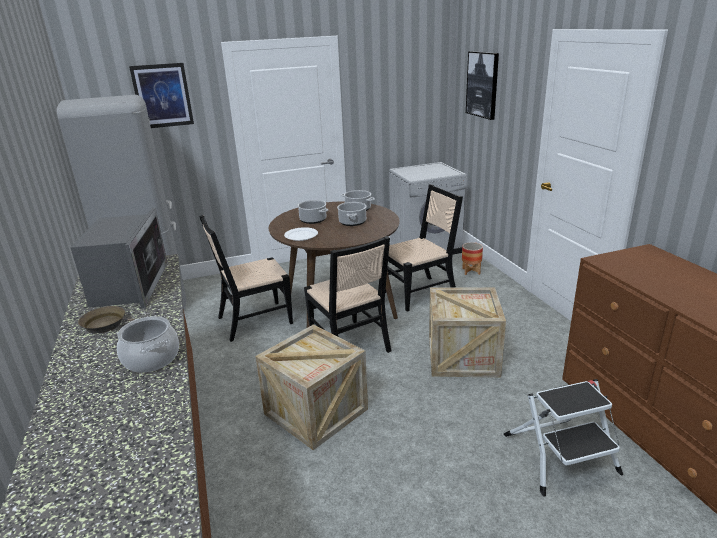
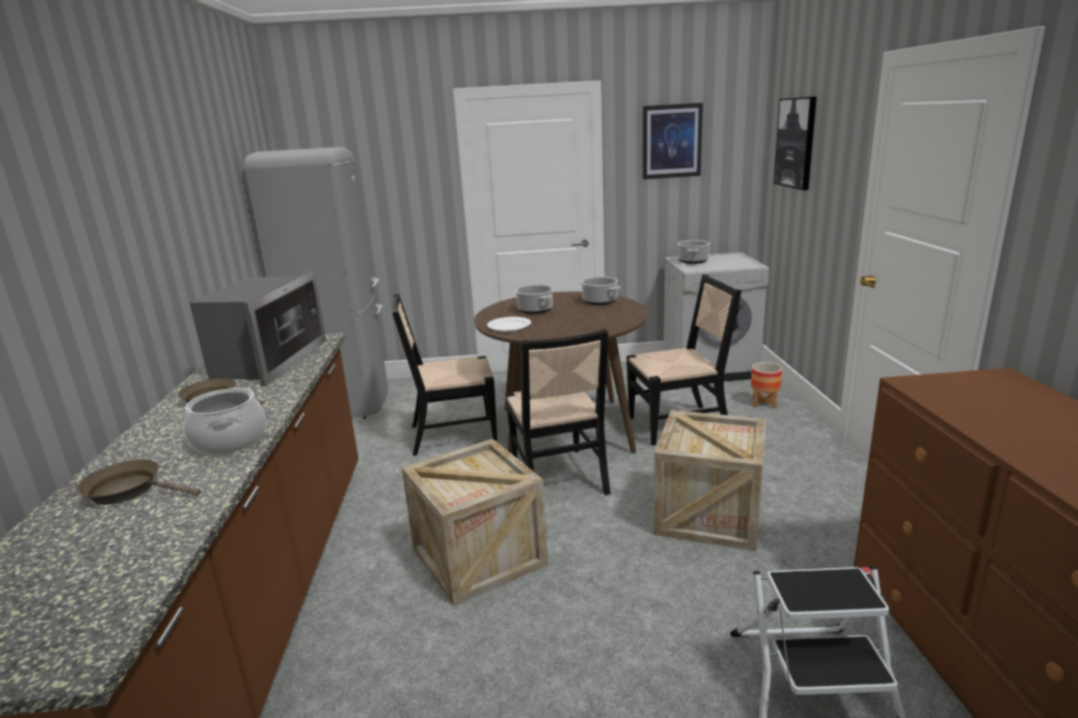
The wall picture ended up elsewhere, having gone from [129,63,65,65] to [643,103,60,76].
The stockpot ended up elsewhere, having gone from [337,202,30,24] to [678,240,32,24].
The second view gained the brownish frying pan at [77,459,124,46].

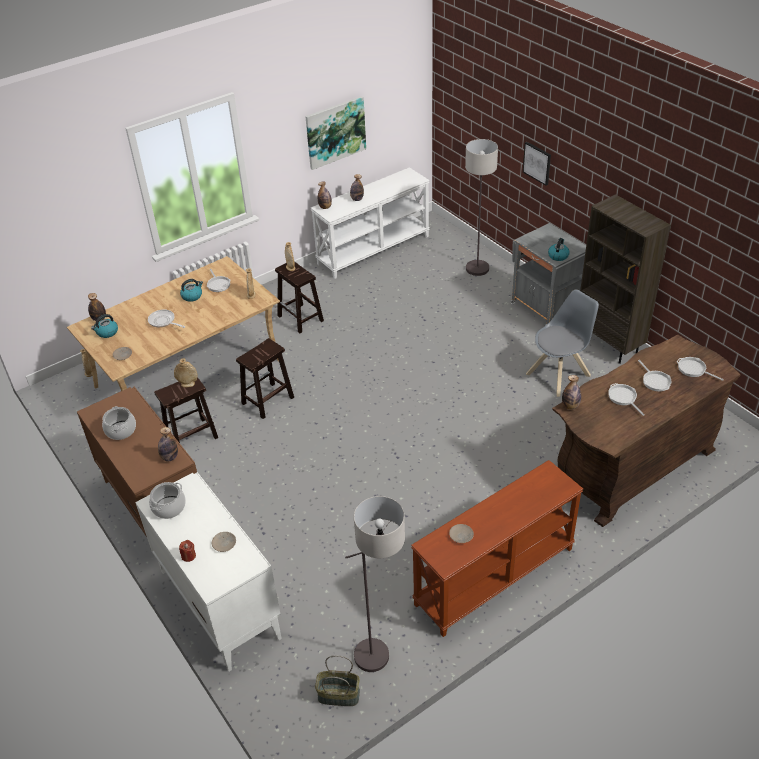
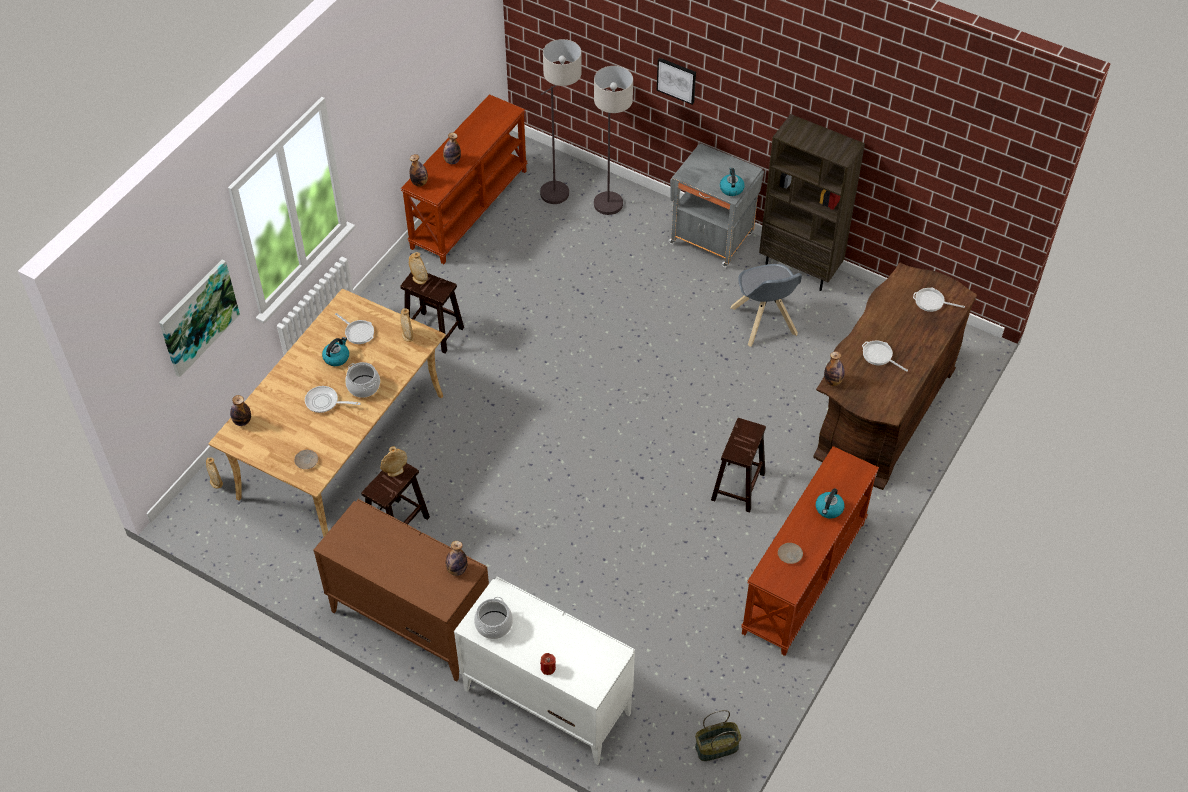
The wall picture ended up elsewhere, having gone from [305,96,61,74] to [159,260,81,117].
What was the white hall table at [311,167,119,112] turned into the brownish hall table at [401,94,126,170].
The gray upright chair at [526,290,73,107] ended up facing another way, 135 degrees clockwise from before.
The water kettle ended up elsewhere, having gone from [91,314,27,24] to [816,488,28,31].
The brownish sitting stool ended up elsewhere, having gone from [236,338,58,81] to [711,418,55,94].
The second view lost the frying pan at [638,360,34,31].
The stockpot ended up elsewhere, having gone from [102,406,34,34] to [345,362,35,36].
The gray standing lamp ended up elsewhere, having gone from [345,496,60,176] to [540,39,42,165].
The second view lost the beige flat dish at [212,532,24,20].

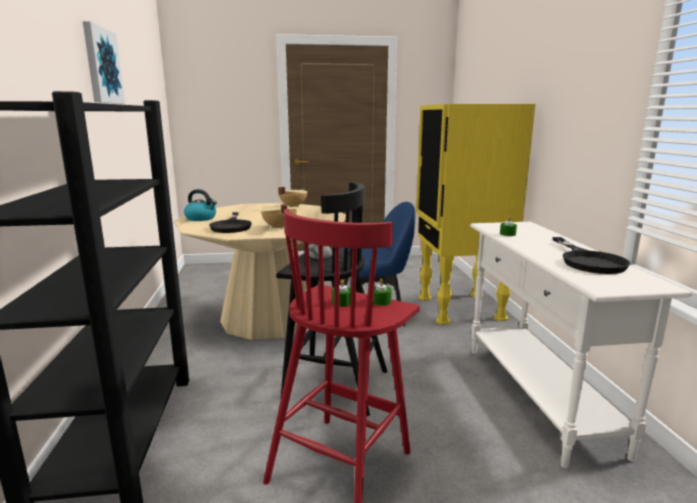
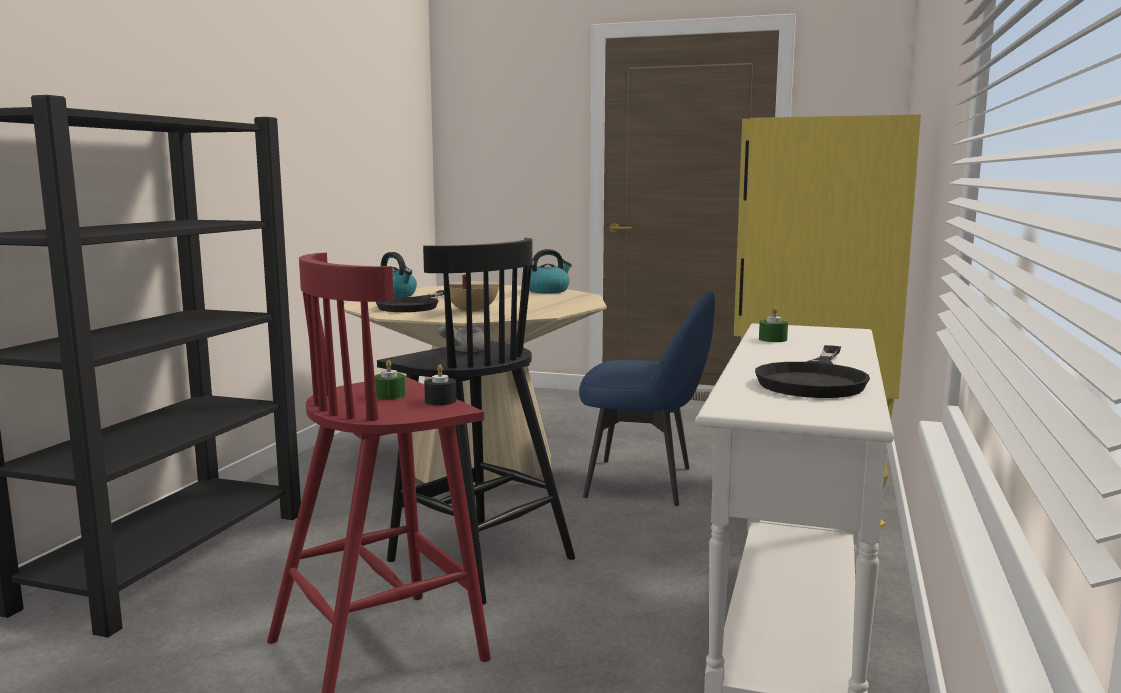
The second view lost the wall picture at [83,21,42,83].
Where the beige stockpot stood at [278,187,29,20], the water kettle came to stand at [529,249,43,45].
What was the green-coloured candle at [373,278,19,28] turned into the black candle at [424,364,32,41].

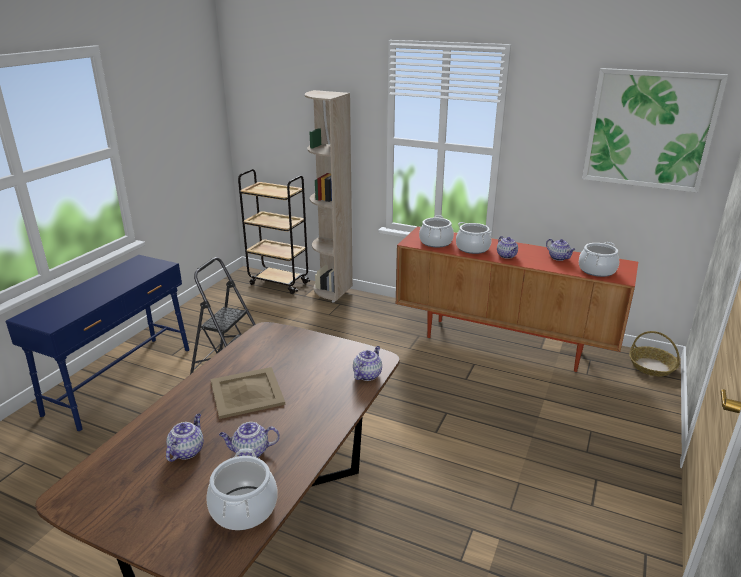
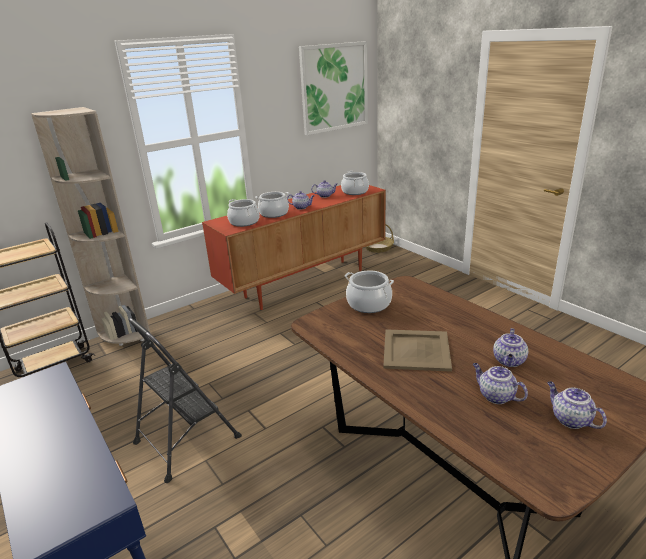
The pot for tea ended up elsewhere, having gone from [353,346,29,35] to [547,381,60,48].
The stockpot ended up elsewhere, having gone from [206,448,72,82] to [345,271,49,42].

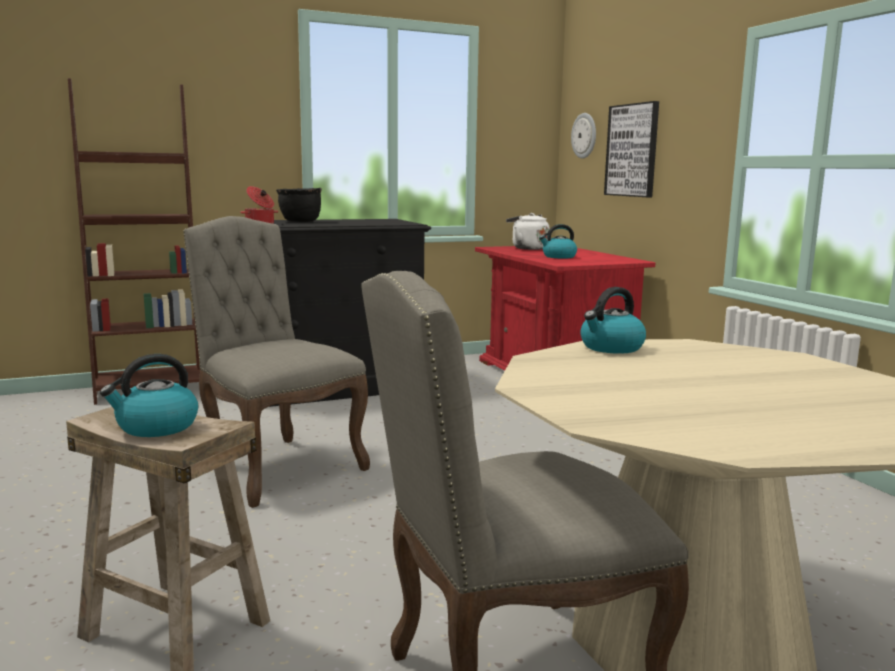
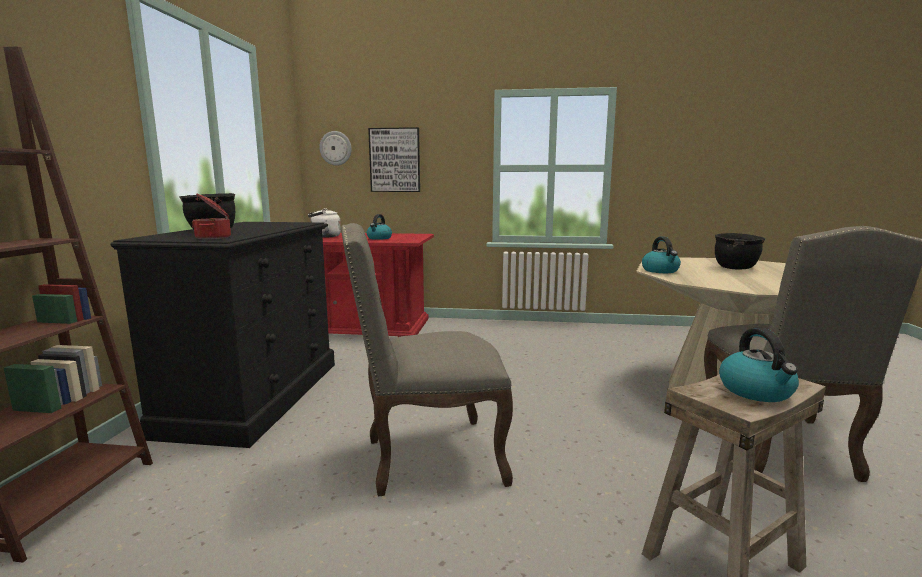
The second view gained the black stockpot at [715,233,50,36].

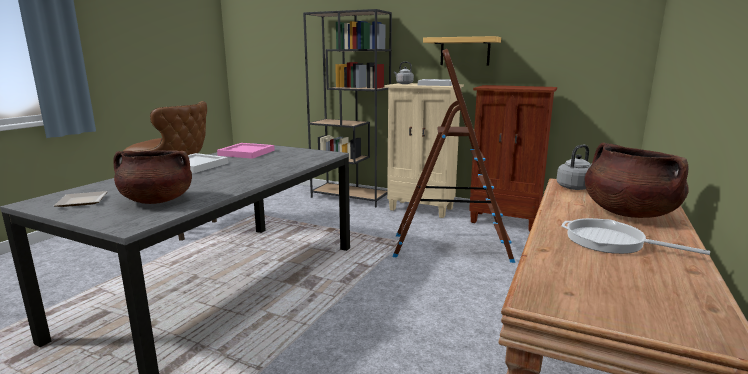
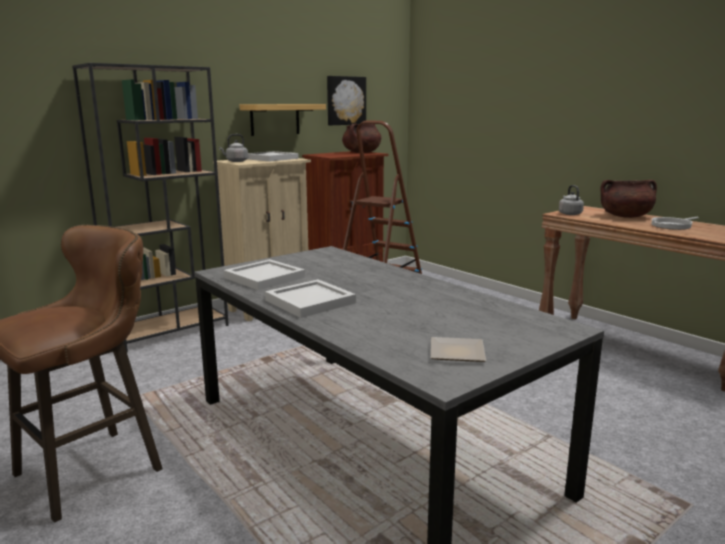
What was the pinkish tray at [217,143,58,16] turned into the white tray at [224,259,81,31].
The brownish stockpot ended up elsewhere, having gone from [114,150,78,54] to [342,124,39,29].
The second view gained the wall picture at [327,76,39,49].

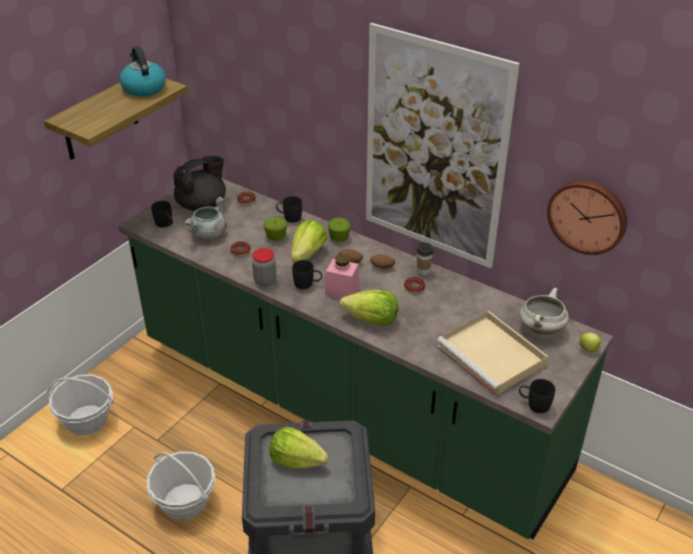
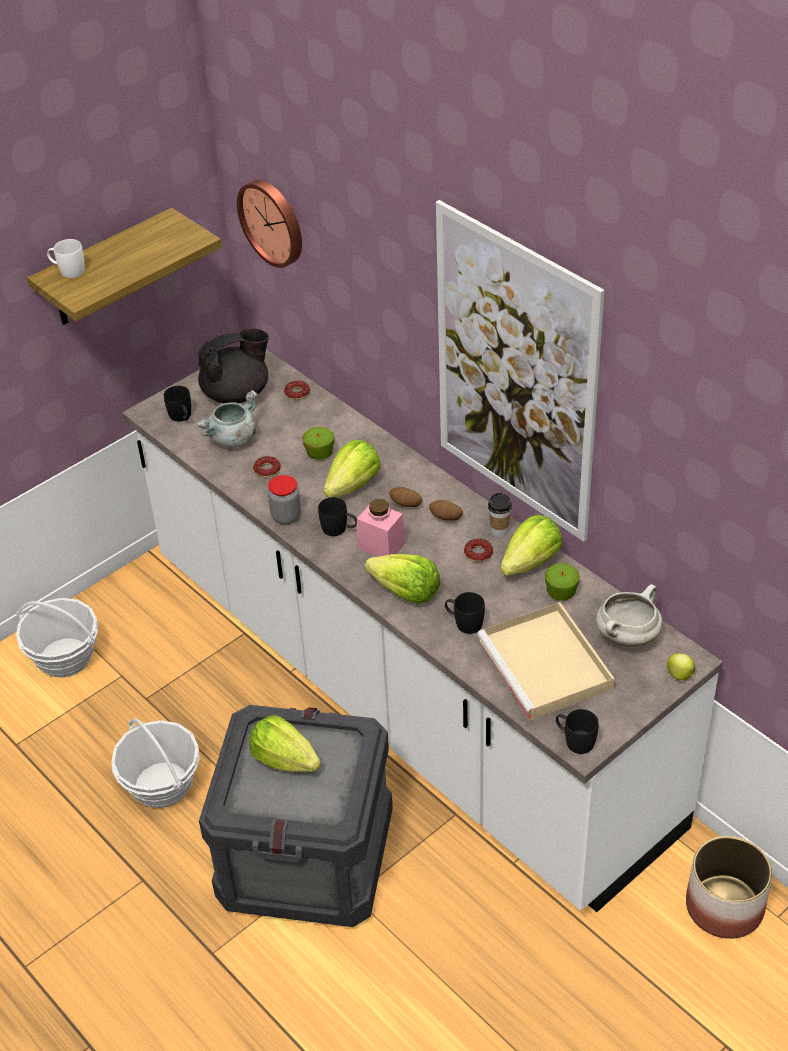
The second view lost the water kettle at [119,46,47,51].
What was the green-coloured kitchen counter at [118,178,495,361] turned into the white kitchen counter at [122,349,601,563].
The wall clock ended up elsewhere, having gone from [547,180,80,75] to [237,180,65,88].
The black mug ended up elsewhere, having gone from [276,196,26,27] to [445,592,40,42].
The apple fruit ended up elsewhere, having gone from [328,218,23,24] to [545,563,34,38].
The second view gained the white mug at [47,239,37,39].
The second view gained the head of lettuce at [500,515,62,61].
The second view gained the flower pot at [686,836,86,103].

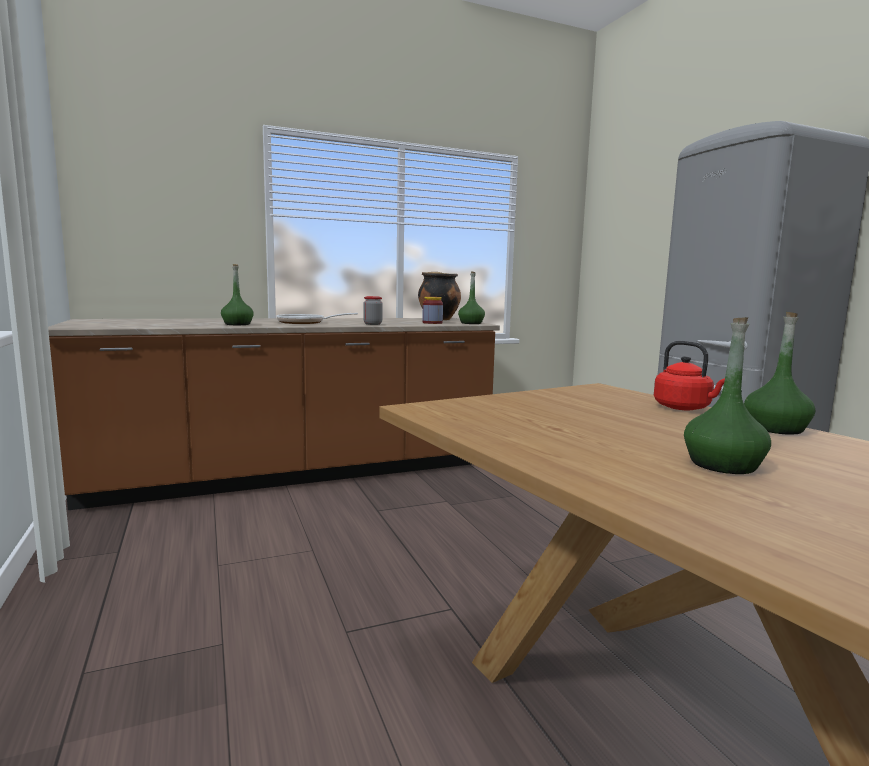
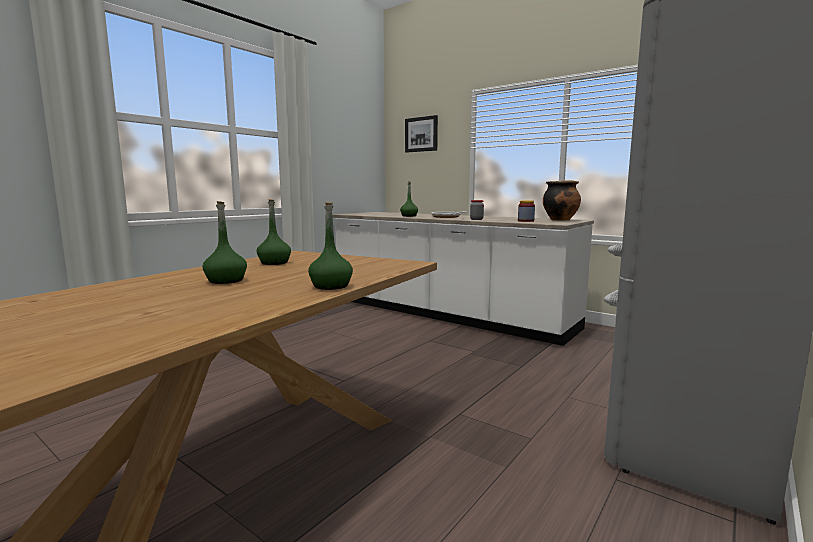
The green-coloured drink bottle ended up elsewhere, having gone from [458,271,27,53] to [257,199,34,66].
What was the brownish kitchen counter at [48,318,452,192] turned into the white kitchen counter at [332,212,262,134].
The second view lost the reddish water kettle at [654,341,71,69].
The second view gained the wall picture at [405,115,33,37].

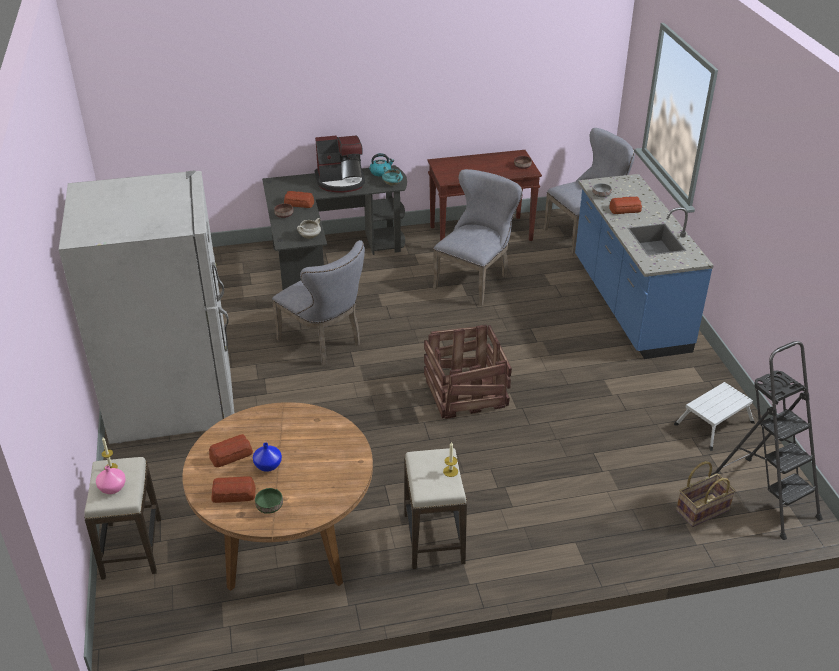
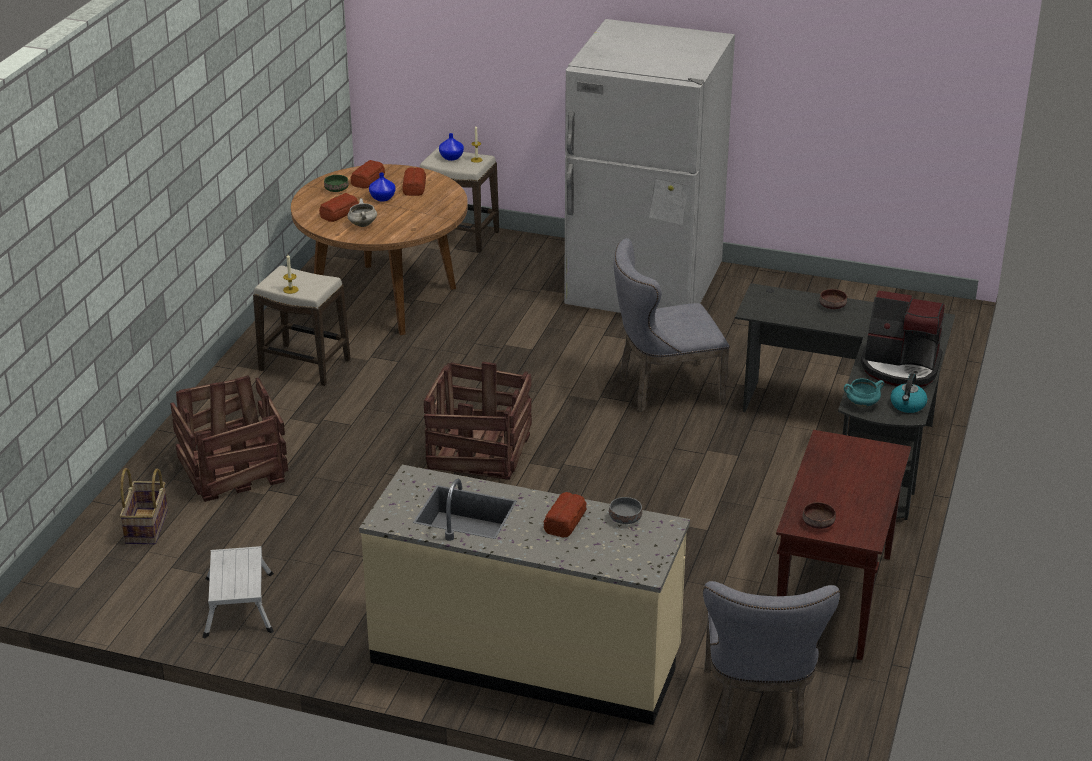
The coffee machine at [314,135,51,58] ended up facing another way, 90 degrees counterclockwise from before.
The second view lost the gray upright chair at [433,169,89,137].
What was the blue kitchen counter at [575,174,139,185] turned into the beige kitchen counter at [359,465,331,260].
The bakery bread ended up elsewhere, having gone from [284,191,30,17] to [319,193,40,29].
The white stockpot ended up elsewhere, having gone from [297,218,24,21] to [347,198,30,29].
The second view lost the step stool at [711,341,112,199].
What was the pinkish vase at [96,466,30,28] turned into the blue vase at [439,133,25,28].
The second view gained the shipping crate at [170,375,118,127].

